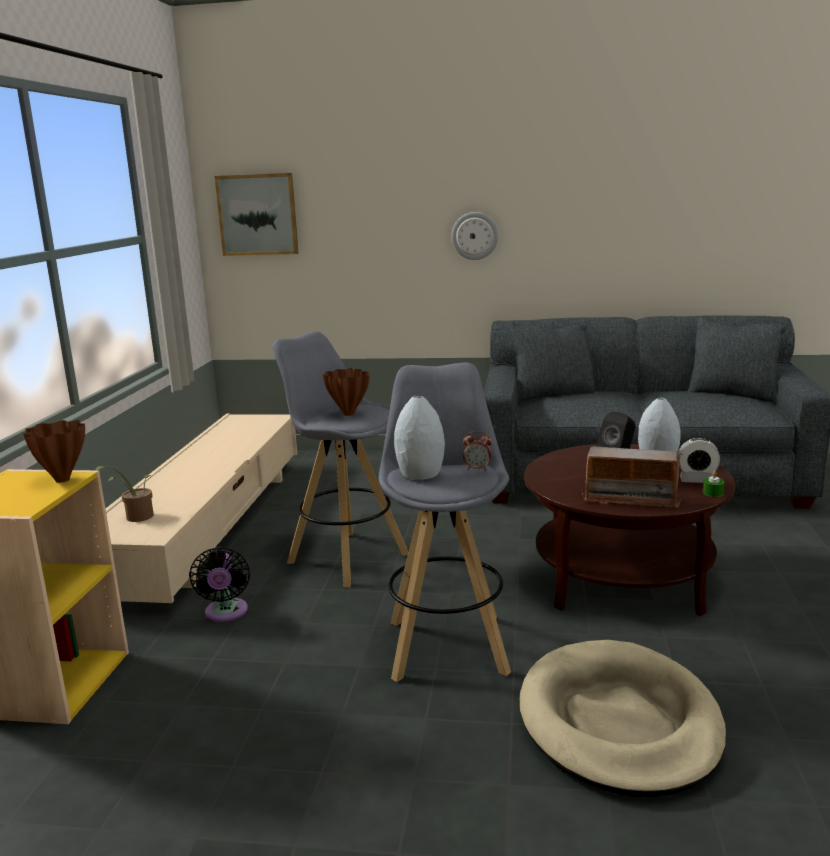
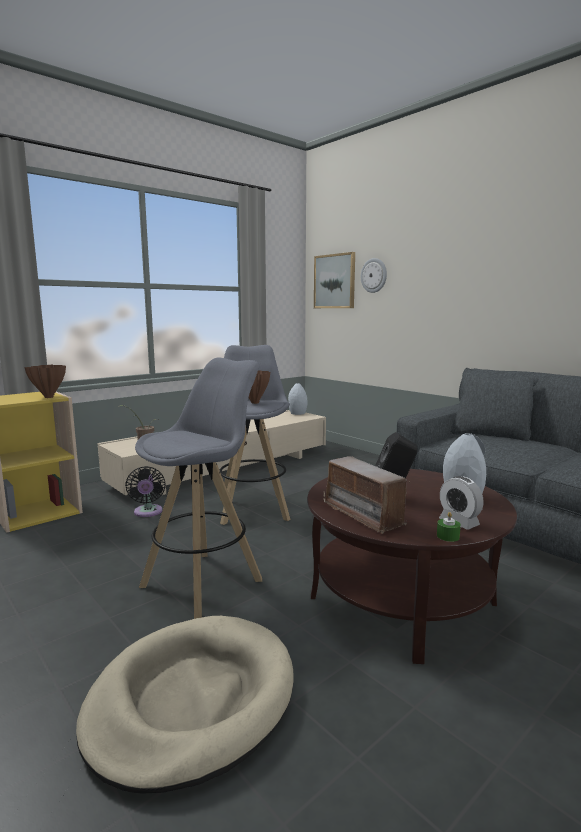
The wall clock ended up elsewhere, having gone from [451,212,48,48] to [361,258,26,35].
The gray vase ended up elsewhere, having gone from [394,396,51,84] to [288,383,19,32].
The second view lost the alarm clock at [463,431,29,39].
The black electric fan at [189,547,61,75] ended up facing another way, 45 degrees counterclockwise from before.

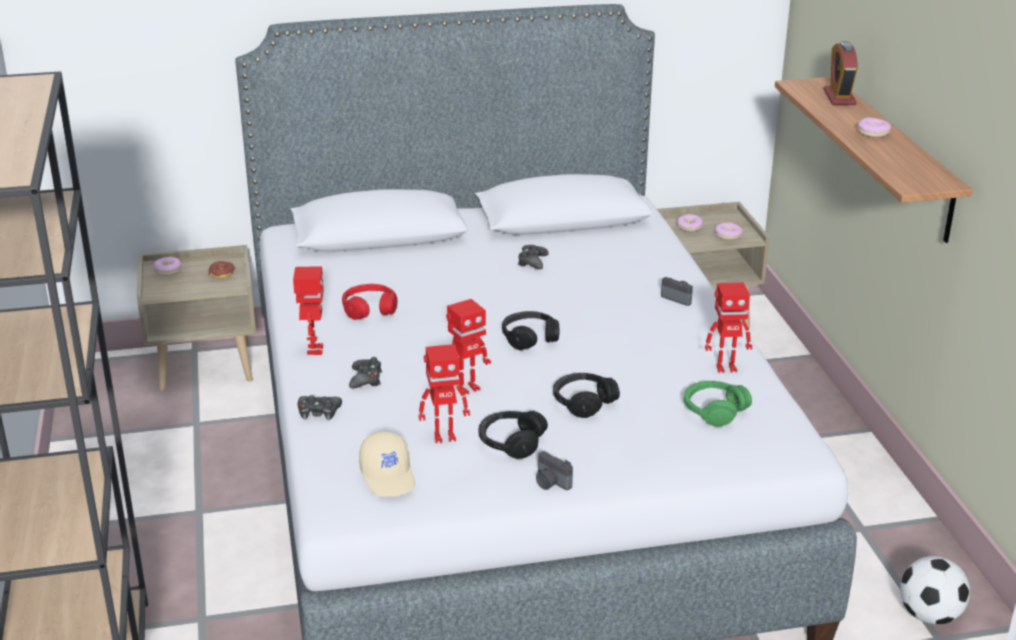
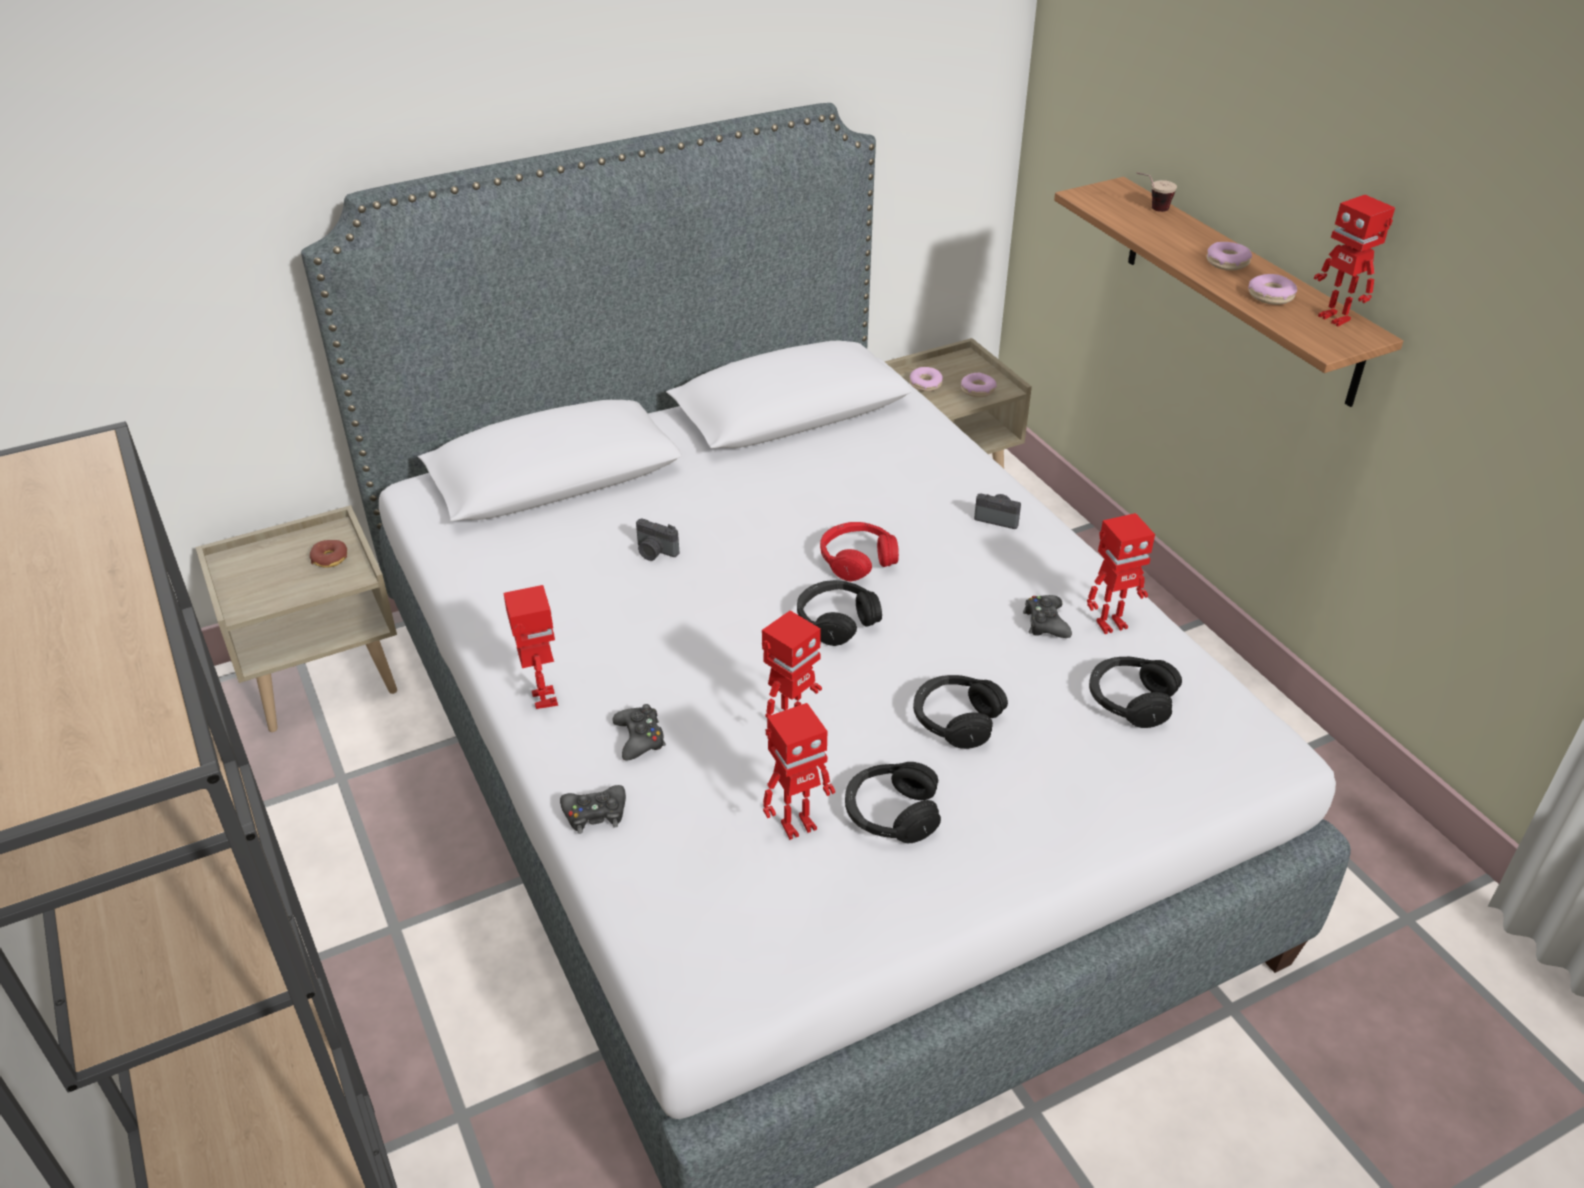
Where the alarm clock stood at [823,41,35,64], the cup came to stand at [1136,172,41,40].
The black gamepad ended up elsewhere, having gone from [518,245,31,24] to [1023,595,49,43].
The doughnut ended up elsewhere, having gone from [153,257,29,18] to [1248,274,49,31].
The reddish headset ended up elsewhere, having gone from [342,284,56,36] to [820,522,79,60].
What was the green-coloured headset at [684,381,68,46] turned into the black headset at [1089,657,93,71].
The second view lost the beige peaked cap at [359,431,56,65].
The still camera ended up elsewhere, having gone from [536,451,37,39] to [636,519,43,42].
The second view lost the football ball at [900,556,70,69].
The second view gained the model robot at [1314,195,81,132].

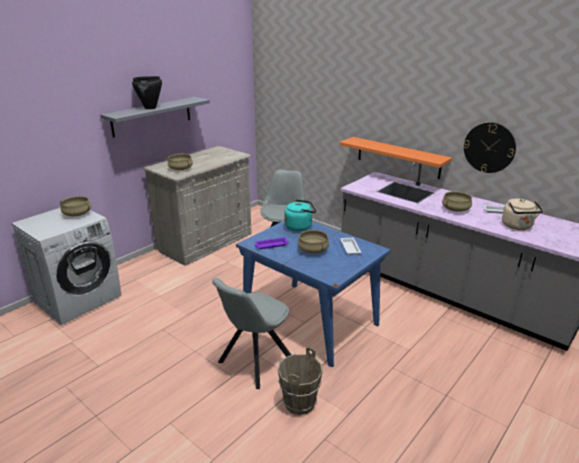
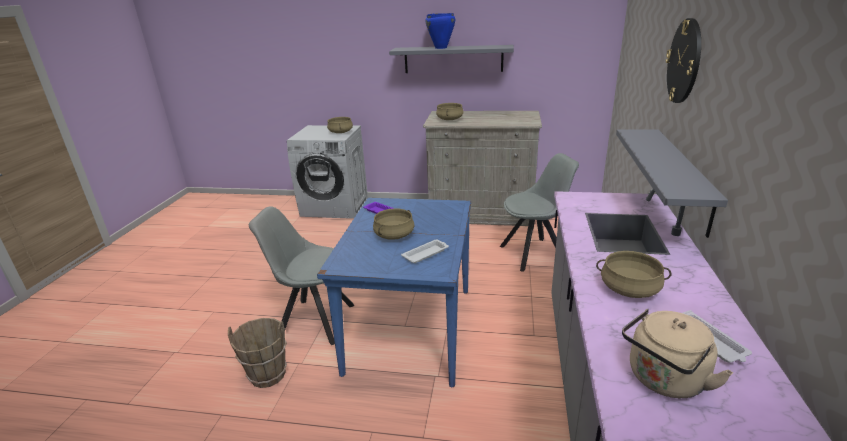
What was the black stockpot at [132,76,30,33] turned into the blue stockpot at [425,13,31,36].
The wall clock ended up elsewhere, having gone from [464,122,52,51] to [666,18,35,85].
What was the orange-coloured shelf at [339,137,113,42] turned into the gray shelf at [616,129,112,109].
The second view lost the turquoise-coloured water kettle at [284,199,32,32].

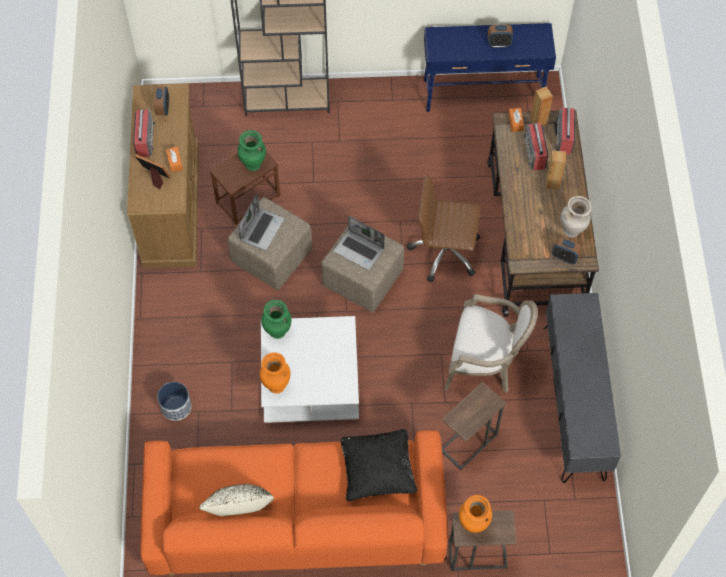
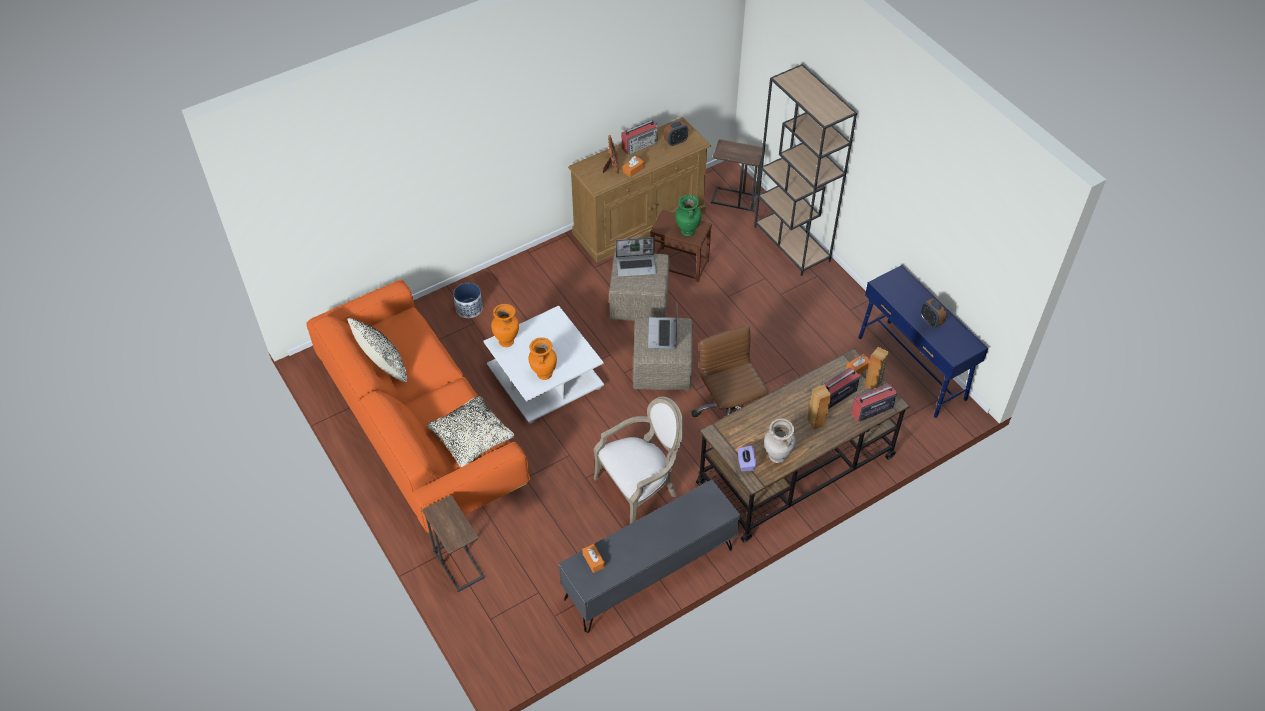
Where the alarm clock stood at [552,237,30,27], the purplish tissue holder came to stand at [738,445,18,26].
The armchair at [444,294,94,99] ended up facing another way, 105 degrees counterclockwise from before.
The second view lost the green-coloured vase at [261,300,30,39].
The brownish accent table ended up elsewhere, having gone from [442,382,64,88] to [711,139,52,72].
What was the black pillow at [340,429,77,72] turned into the beige pillow at [427,396,87,71].
The orange-coloured vase ended up elsewhere, having gone from [459,495,33,38] to [528,337,29,43].
The second view gained the orange-coloured tissue holder at [582,544,23,29].

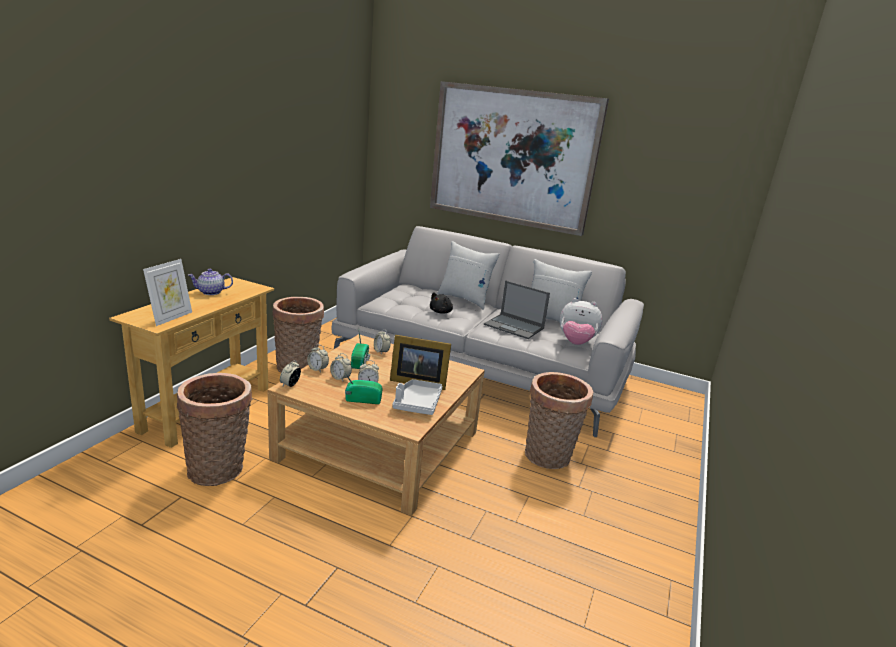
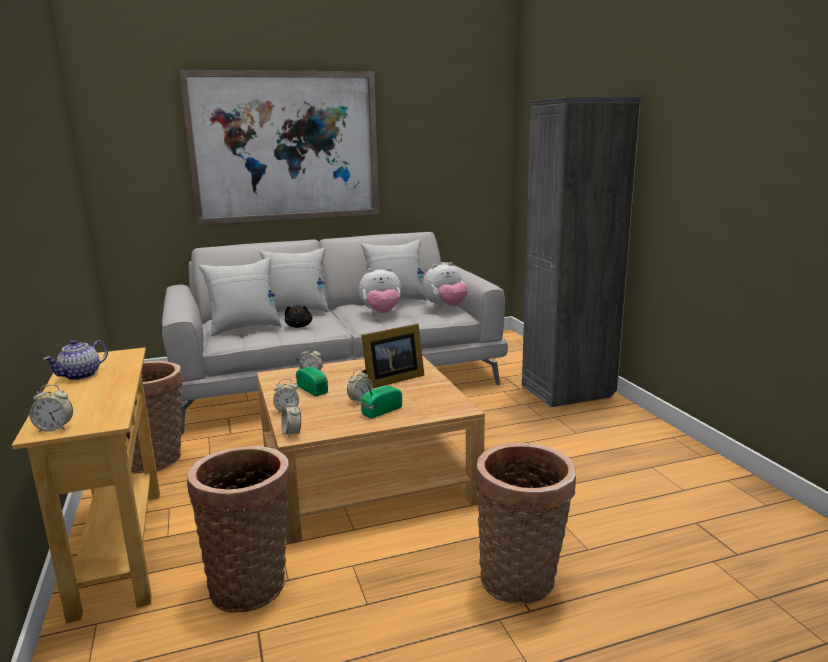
The second view lost the picture frame at [143,259,49,67].
Where the notebook computer stood at [484,281,66,58], the soft toy came to stand at [359,267,42,46].
The alarm clock ended up elsewhere, having gone from [330,353,22,28] to [29,385,44,47].
The household basket ended up elsewhere, having gone from [525,372,68,97] to [476,443,100,161].
The second view lost the gray tray at [393,379,49,36].
The second view gained the gray cabinet at [522,97,121,310].
The second view gained the gray pillow at [199,258,83,78].

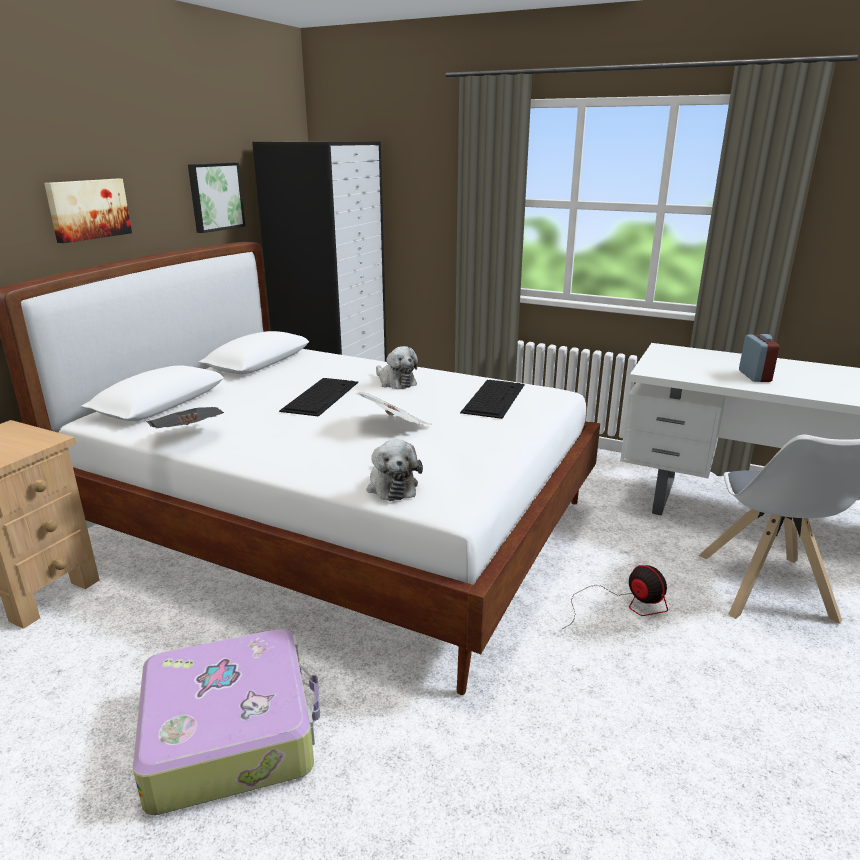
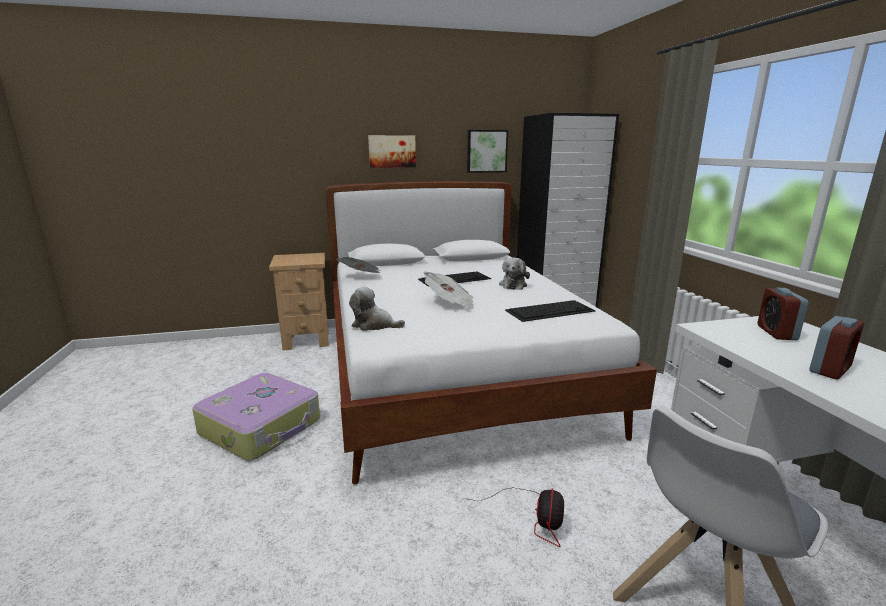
The soft toy at [367,440,56,61] ended up facing another way, 75 degrees clockwise from before.
The second view gained the alarm clock at [757,288,52,52].

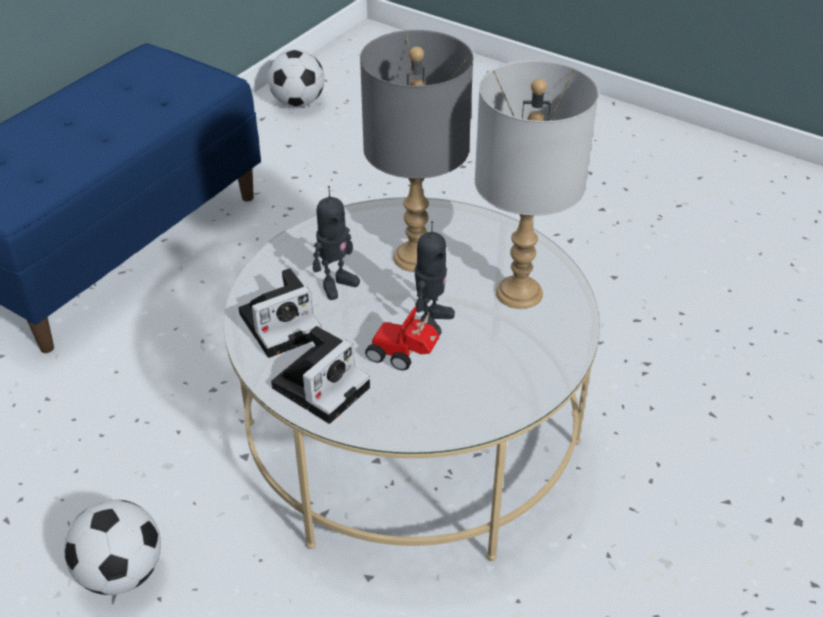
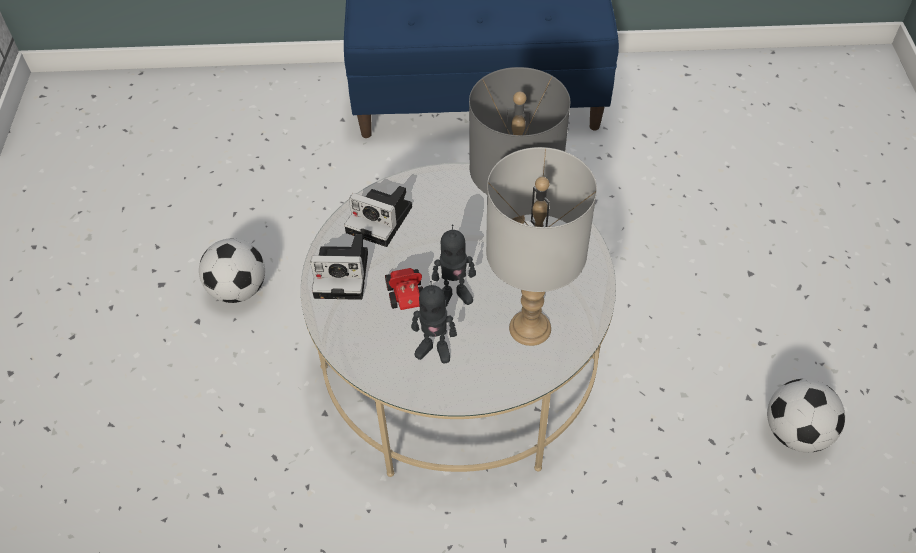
The football ball ended up elsewhere, having gone from [268,50,56,57] to [767,379,78,73].
The model robot ended up elsewhere, having gone from [313,186,47,114] to [411,281,46,83].

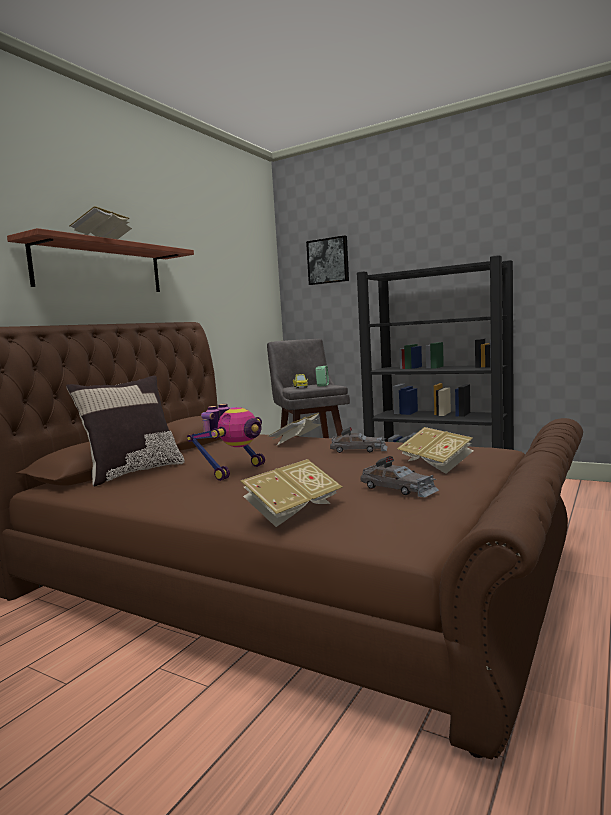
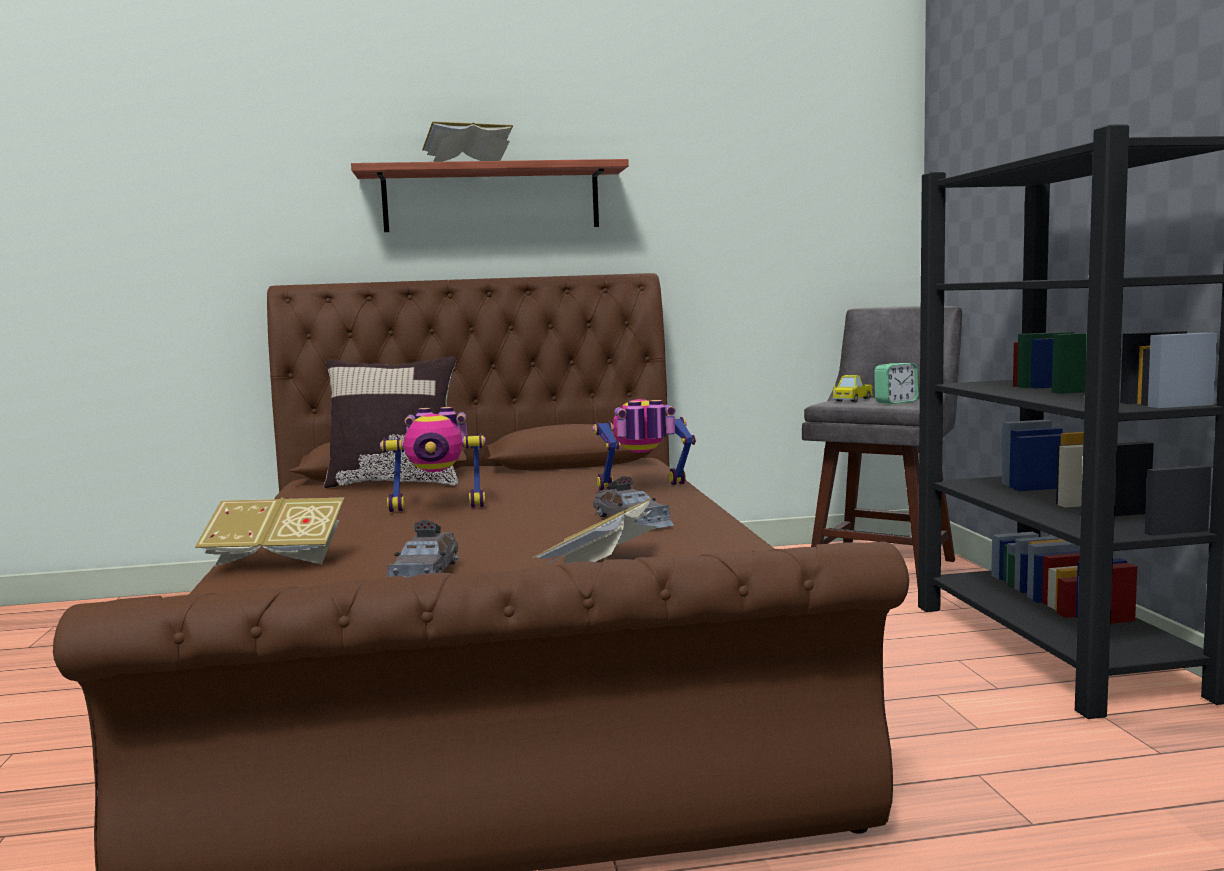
The second view lost the wall picture at [306,235,43,50].
Where the bound book stood at [267,413,54,33], the model robot came to stand at [592,399,104,91].

